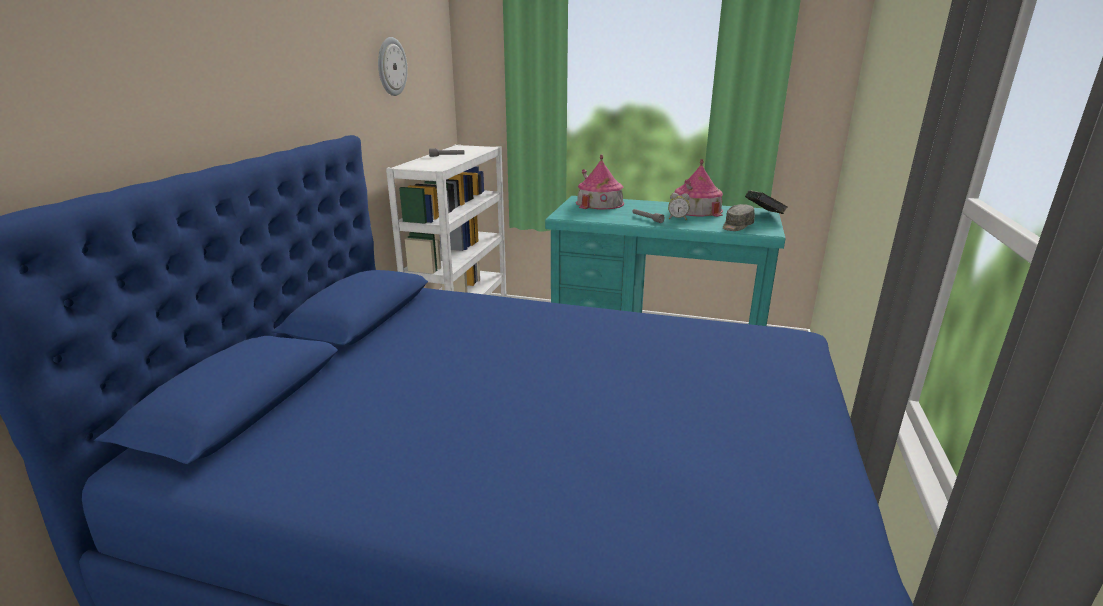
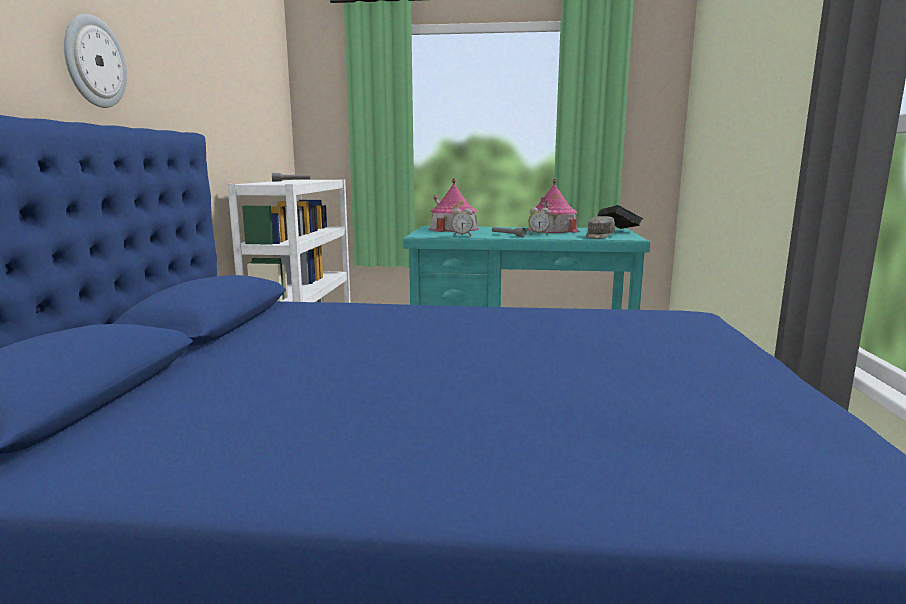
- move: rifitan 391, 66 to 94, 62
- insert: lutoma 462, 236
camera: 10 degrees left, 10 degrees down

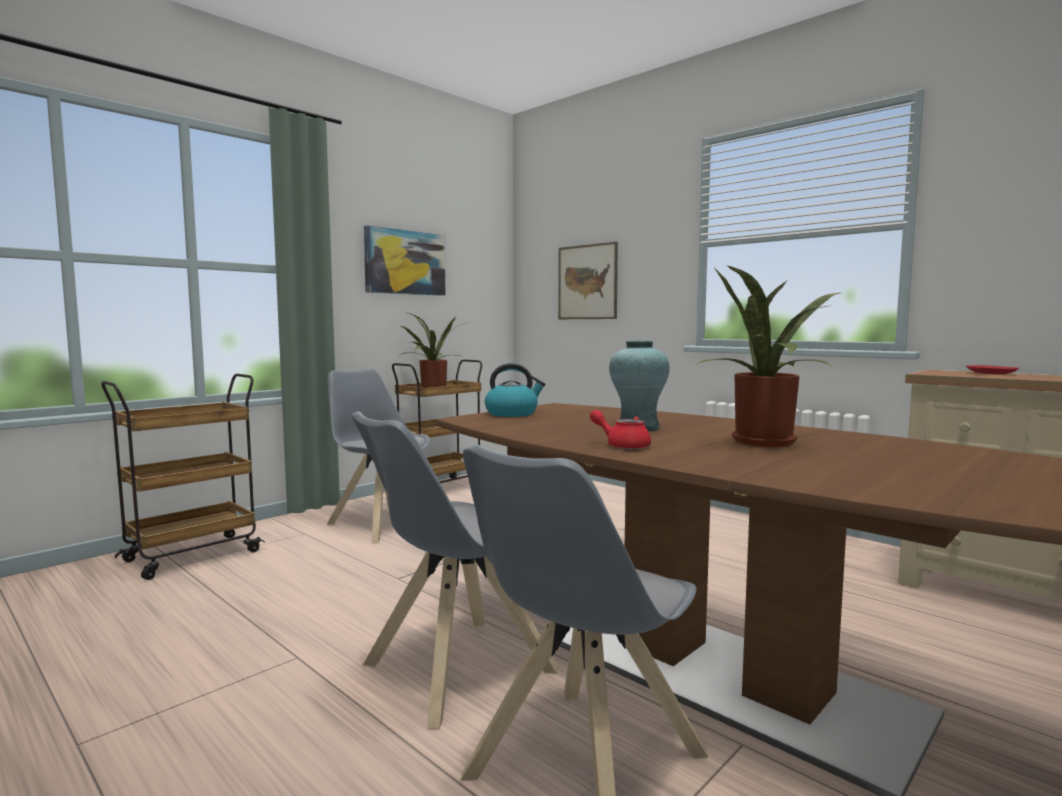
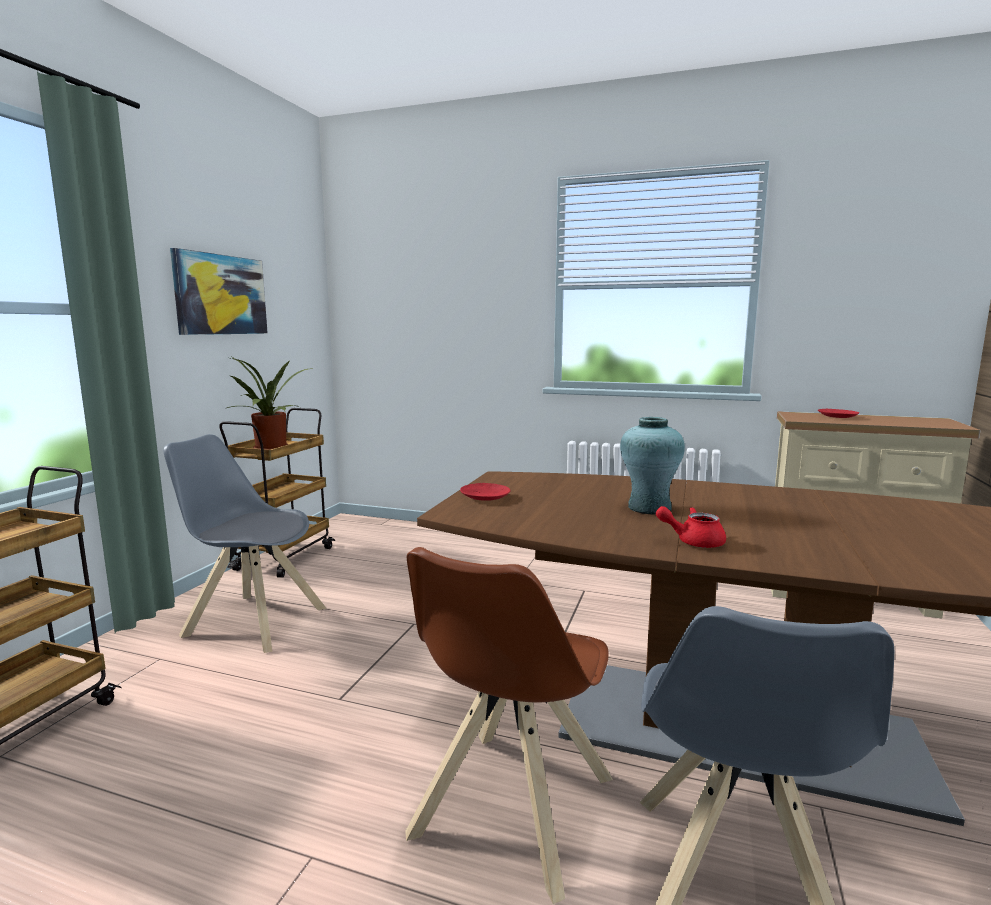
- recolor: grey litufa 454, 670 to brown litufa 511, 810
- replace: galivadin 512, 413 to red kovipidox 485, 497
- delete: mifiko 587, 282
- delete: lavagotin 768, 443
camera: 25 degrees left, 5 degrees up

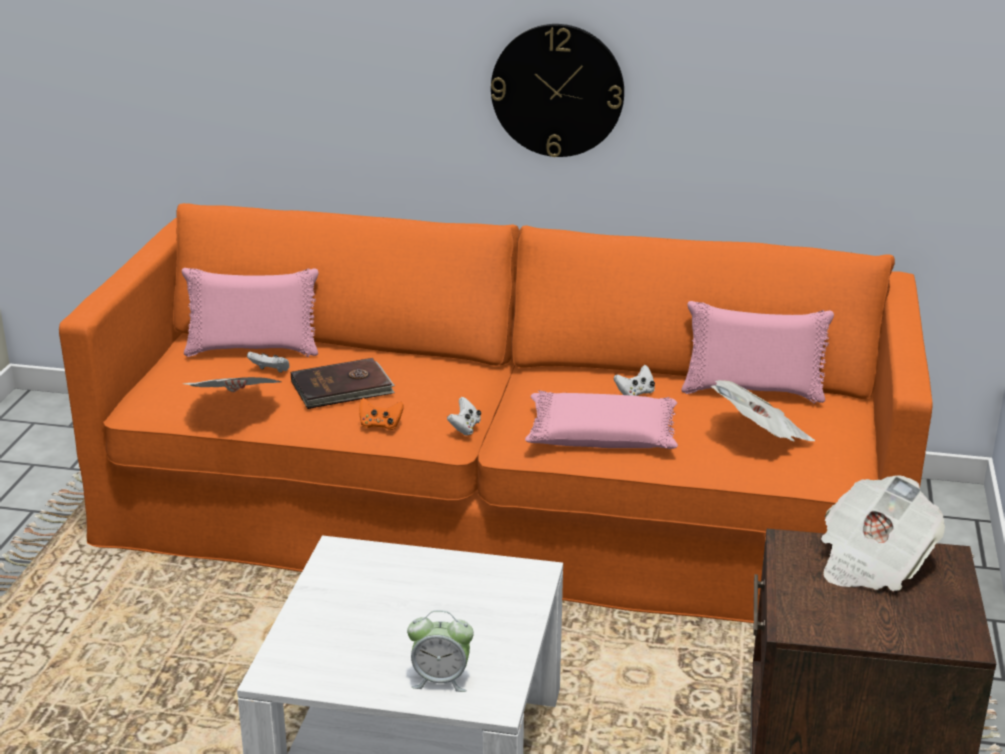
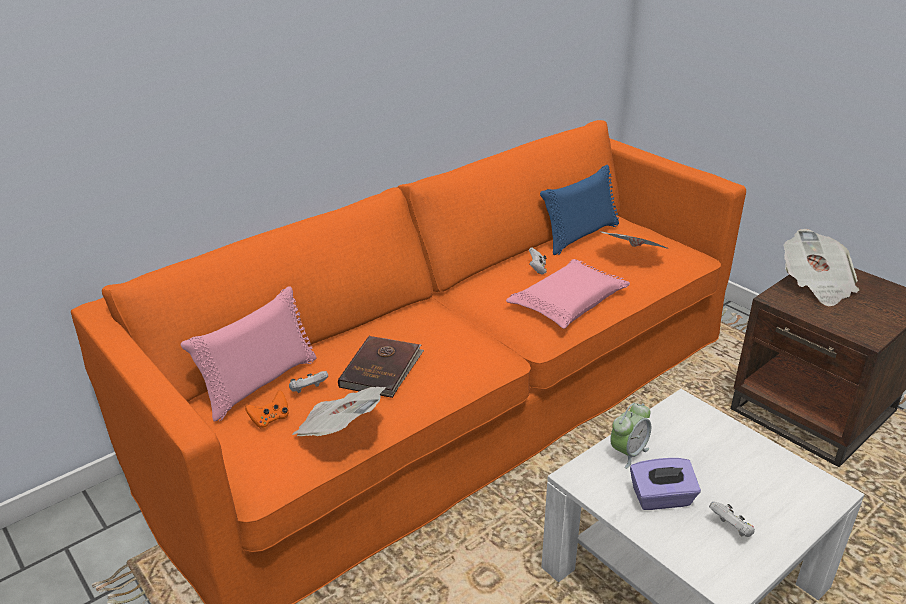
- move: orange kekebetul 380, 425 to 270, 419
- move: lutoma 441, 680 to 628, 453
- move: white kekebetul 465, 428 to 731, 529
- delete: rifitan 557, 90
- recolor: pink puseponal 752, 391 to blue puseponal 579, 236
- insert: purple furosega 661, 498
camera: 50 degrees left, 5 degrees up

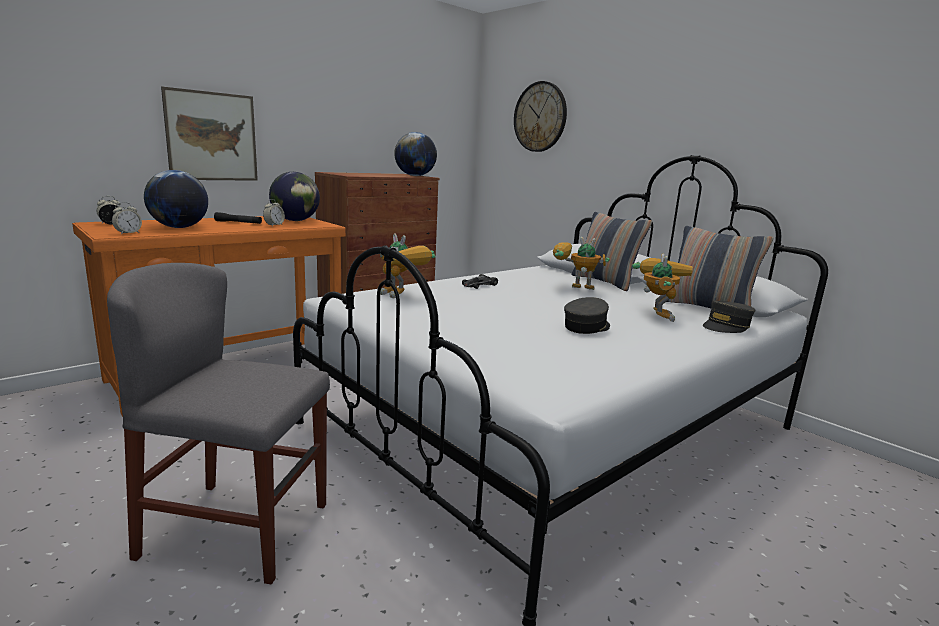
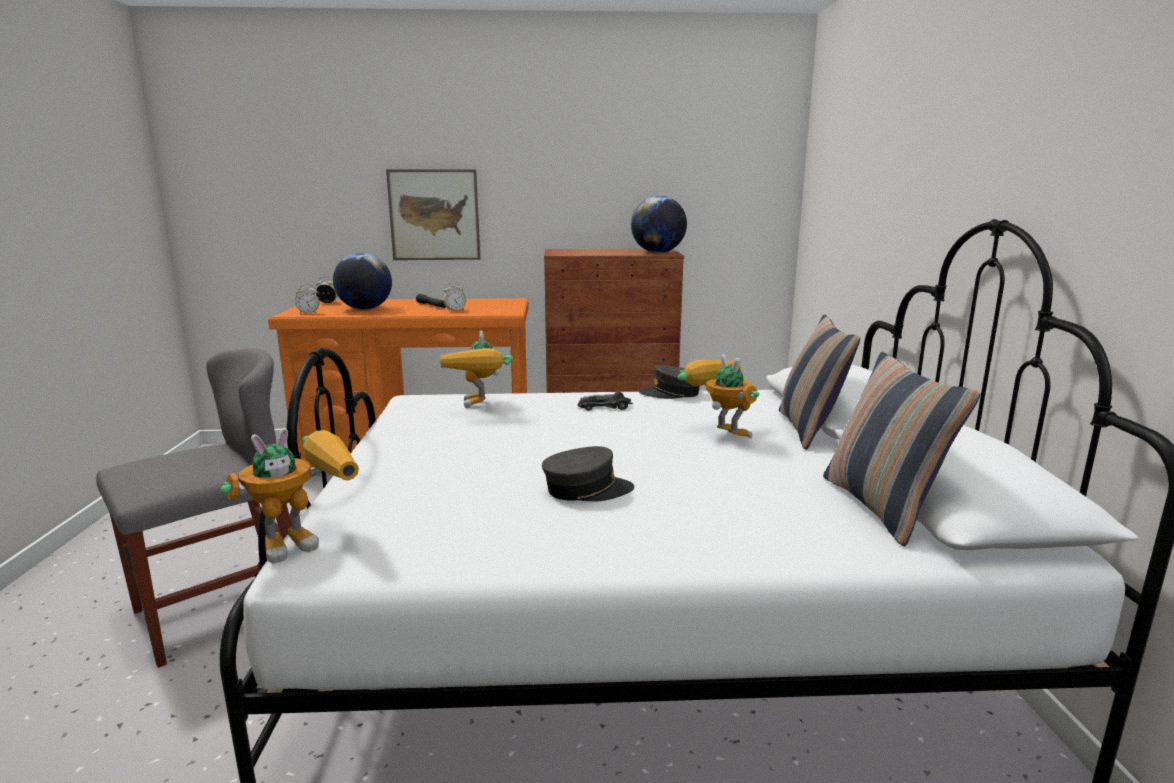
- rotate: grey litufa 237, 530 = 222, 610 90 degrees clockwise
- delete: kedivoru 295, 220
- delete: rifitan 540, 117
- move: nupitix 656, 314 to 307, 539
- move: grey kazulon 726, 326 to 671, 393
camera: 40 degrees right, 0 degrees up

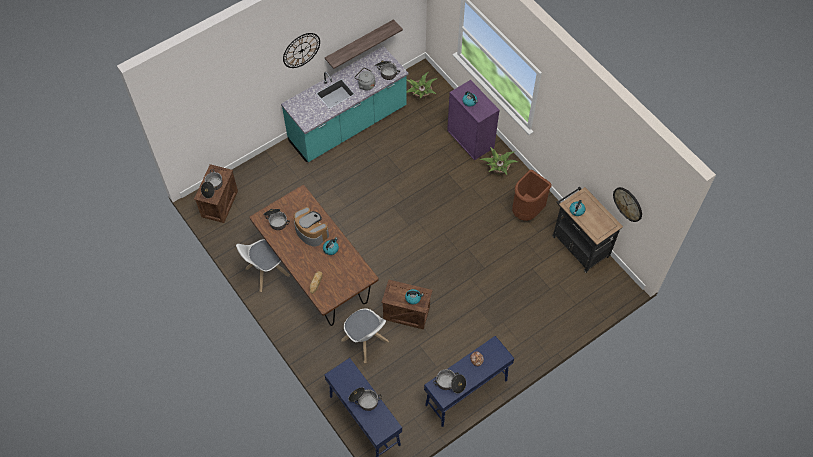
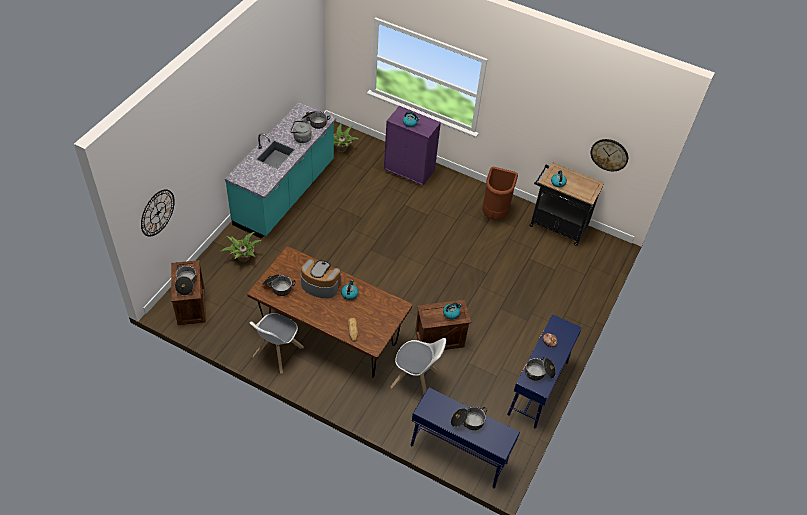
- move: rifitan 301, 50 to 157, 213
- delete: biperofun 359, 43
- move: lavagotin 497, 170 to 243, 258
camera: 30 degrees left, 10 degrees down

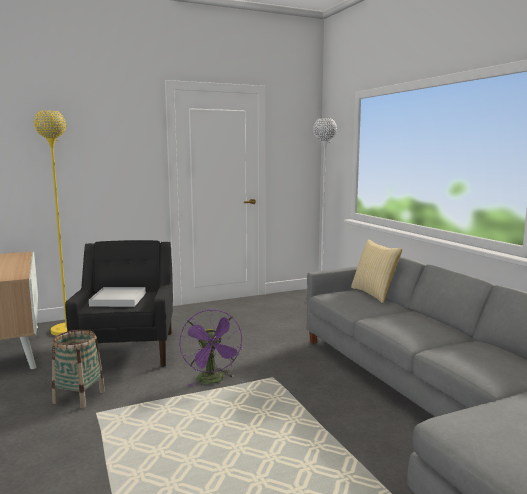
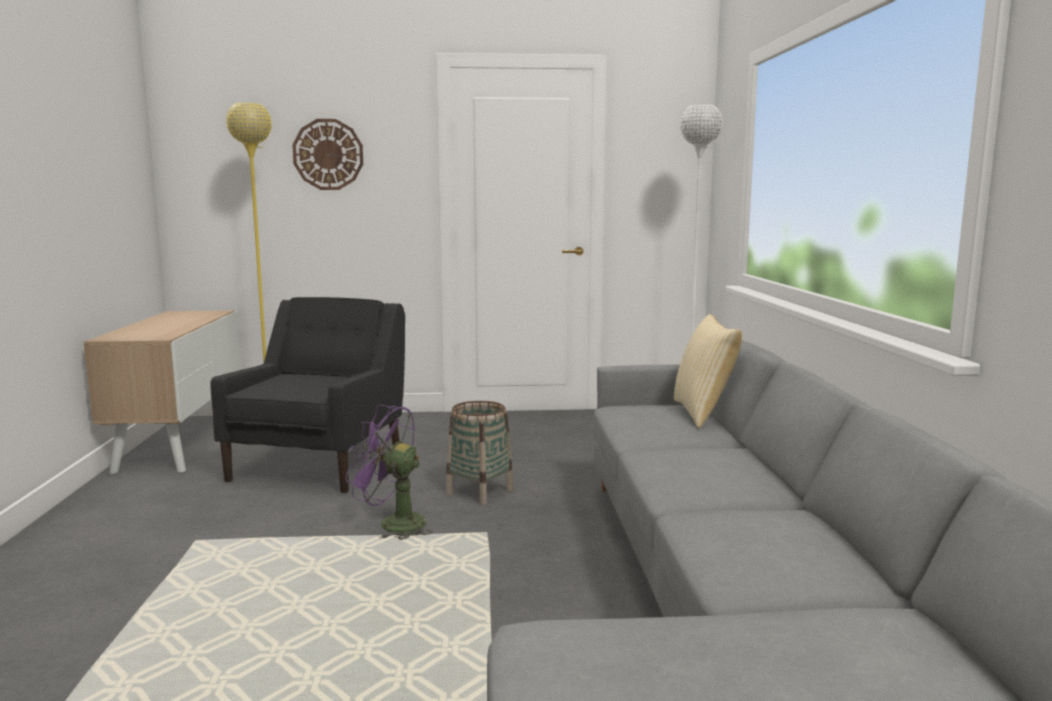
- move: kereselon 79, 397 to 480, 492
- delete: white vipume 118, 299
- rotate: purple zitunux 213, 381 = 392, 523 105 degrees clockwise
- insert: rifitan 328, 154
camera: 20 degrees right, 0 degrees up

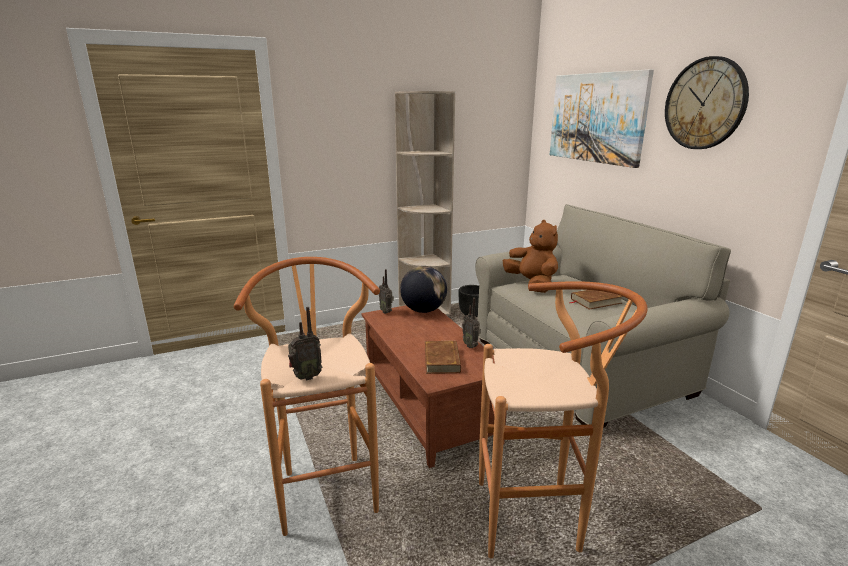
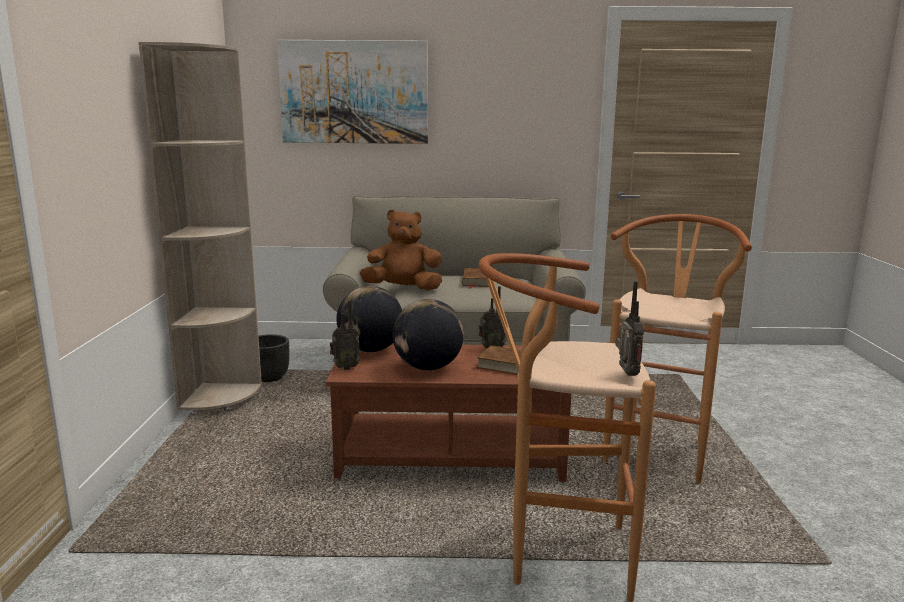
- delete: rifitan 705, 104
- insert: kedivoru 428, 367
camera: 65 degrees left, 5 degrees down

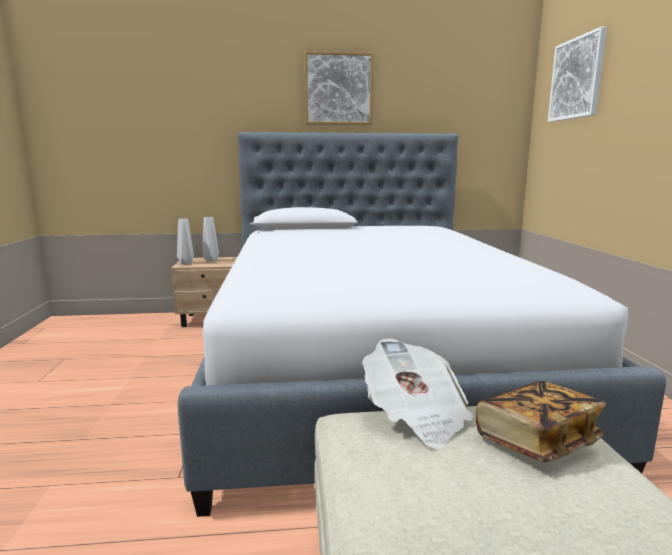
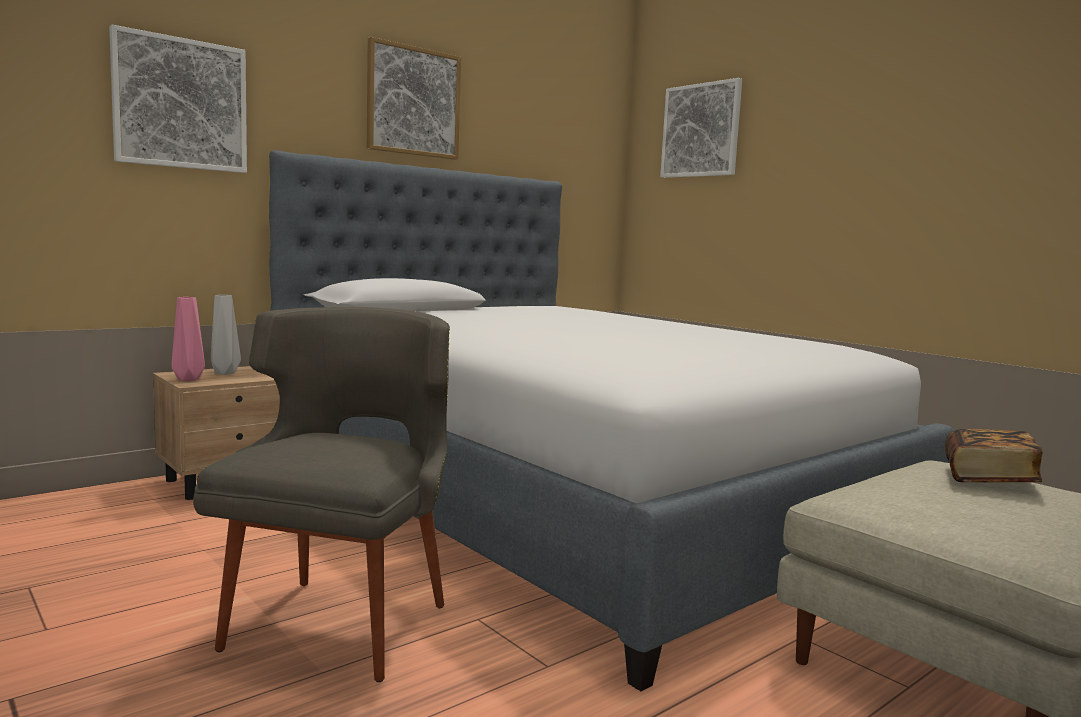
- recolor: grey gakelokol 185, 263 to pink gakelokol 188, 379
- delete: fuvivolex 415, 416
- insert: mifiko 180, 104
- insert: grey litufa 336, 628
camera: 35 degrees left, 5 degrees down

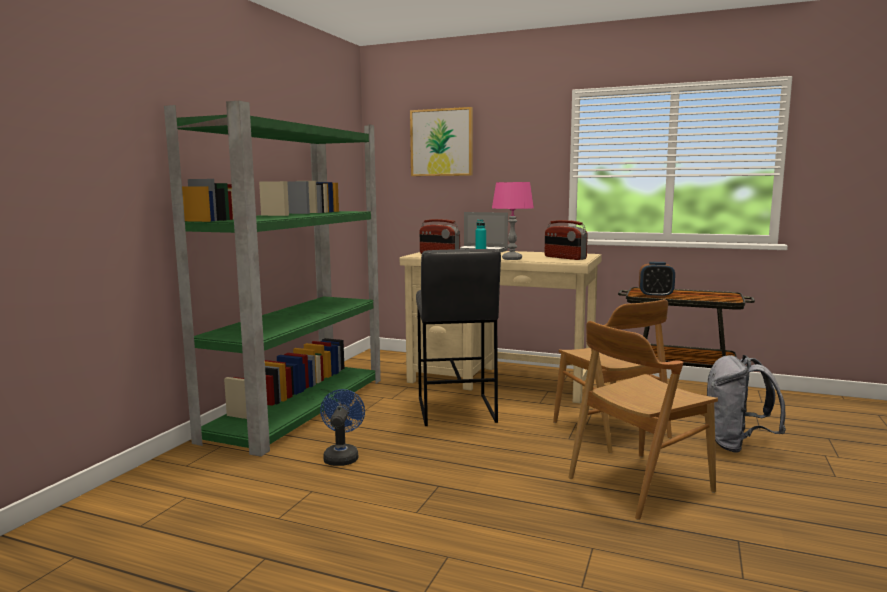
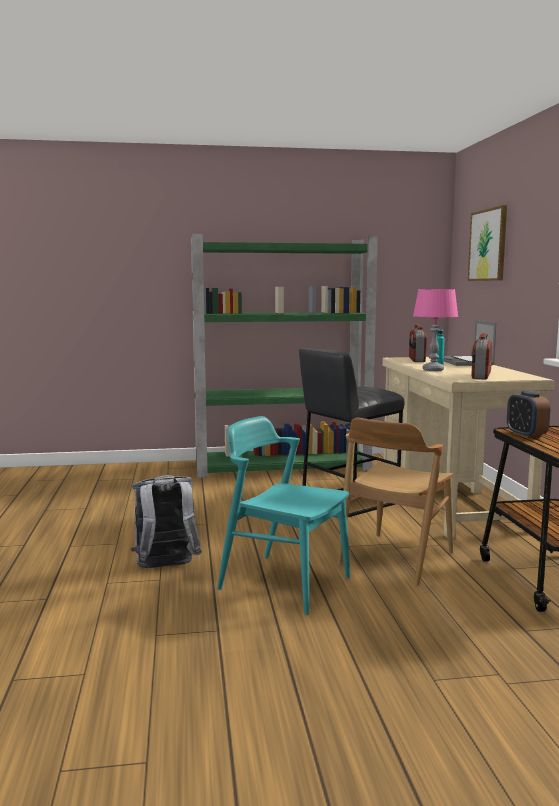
- delete: blue zitunux 342, 456
- recolor: brown litufa 639, 484 to turquoise litufa 284, 583
- move: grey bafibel 736, 445 to 166, 568
camera: 60 degrees right, 0 degrees up

